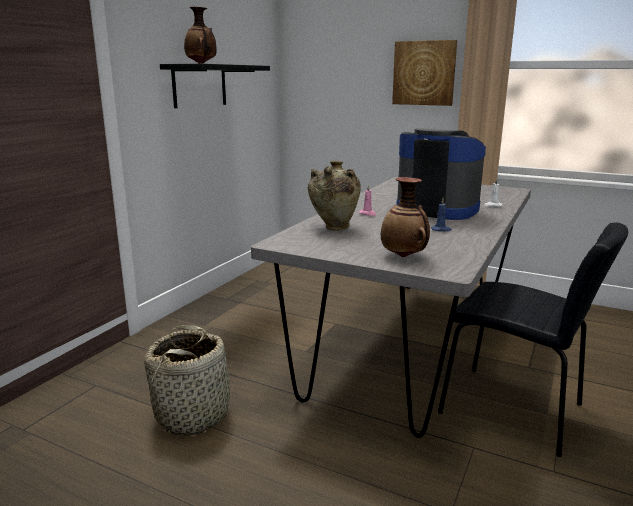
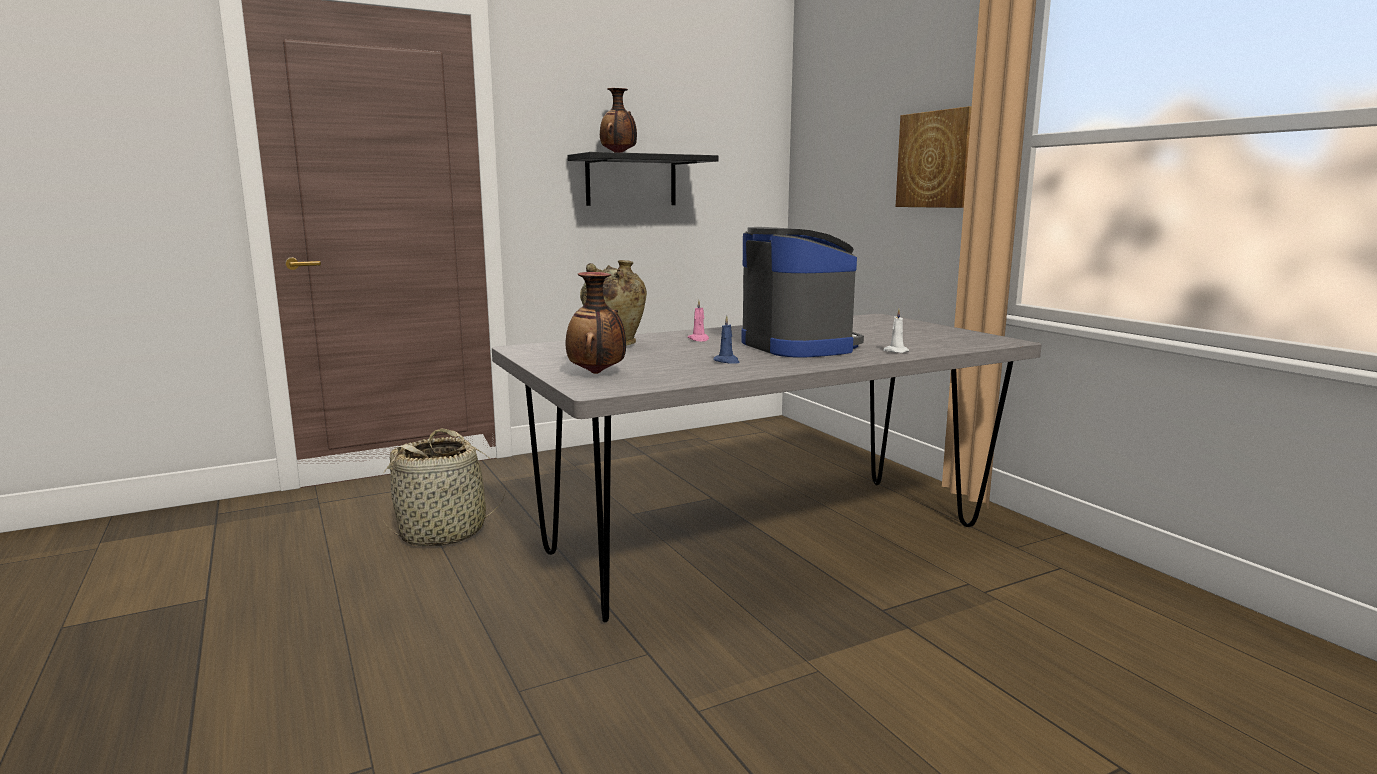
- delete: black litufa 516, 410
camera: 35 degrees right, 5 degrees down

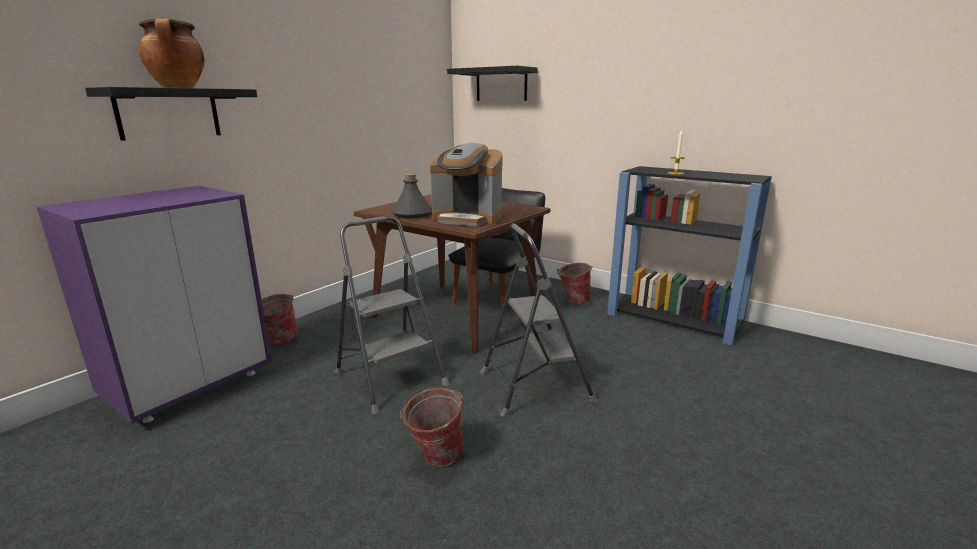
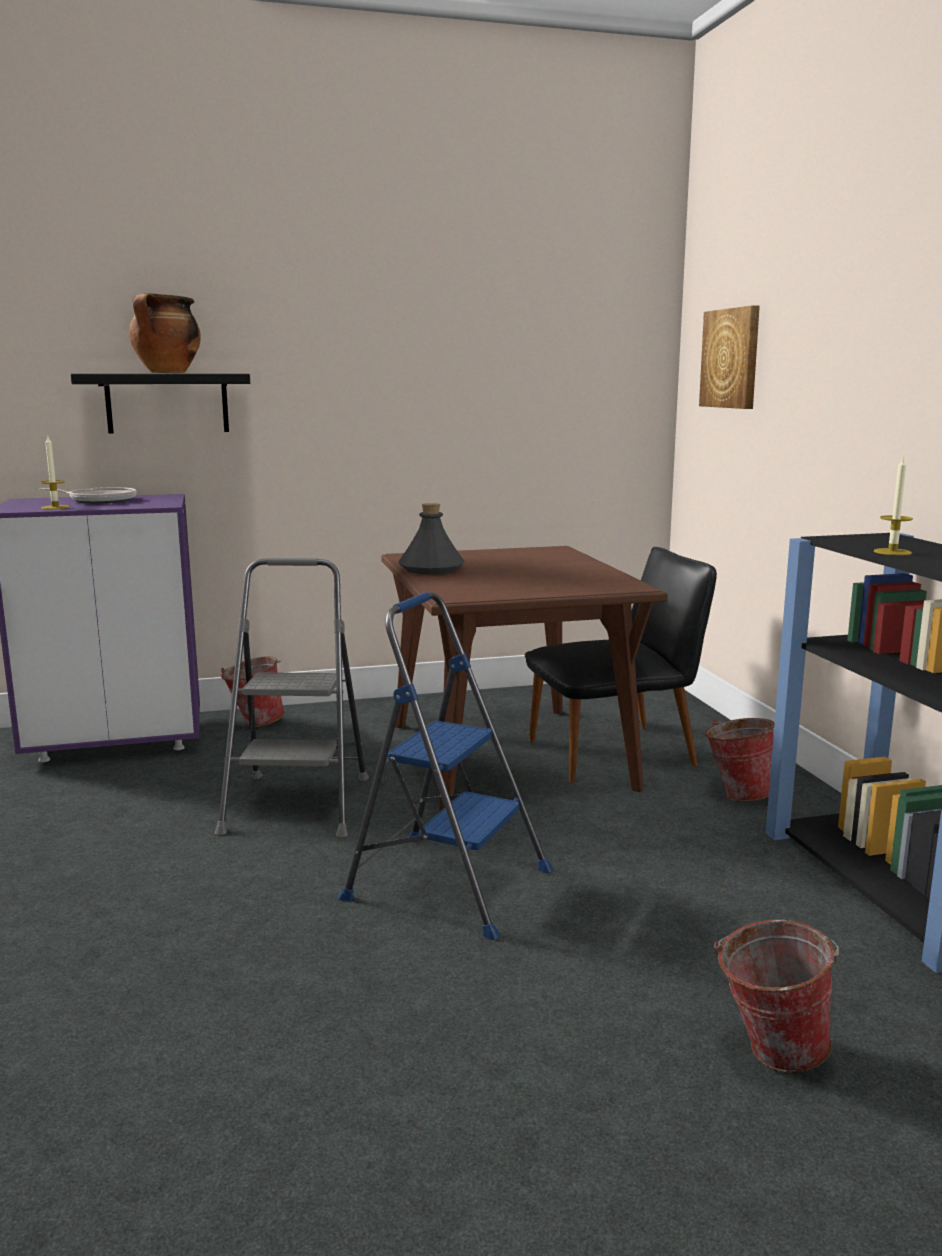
- move: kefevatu 434, 458 to 768, 1051
- delete: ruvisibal 467, 219
- replace: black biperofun 501, 84 to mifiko 731, 358
- recolor: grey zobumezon 532, 385 to blue zobumezon 443, 881
- insert: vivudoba 99, 500
- insert: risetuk 55, 507
camera: 40 degrees right, 5 degrees down

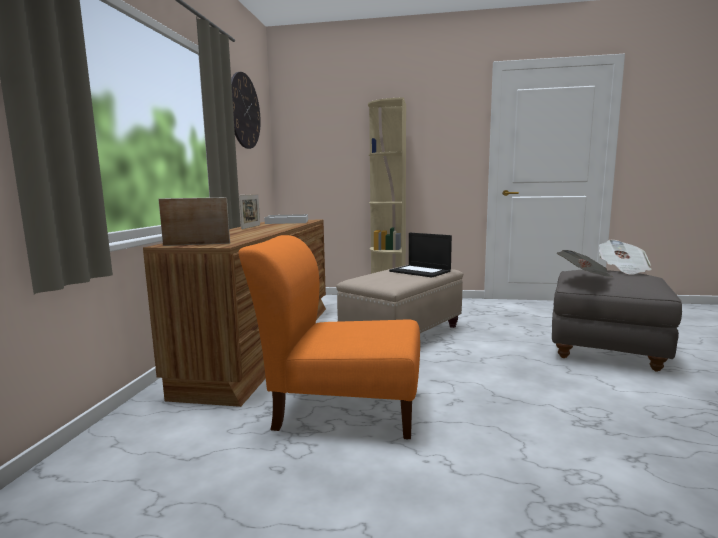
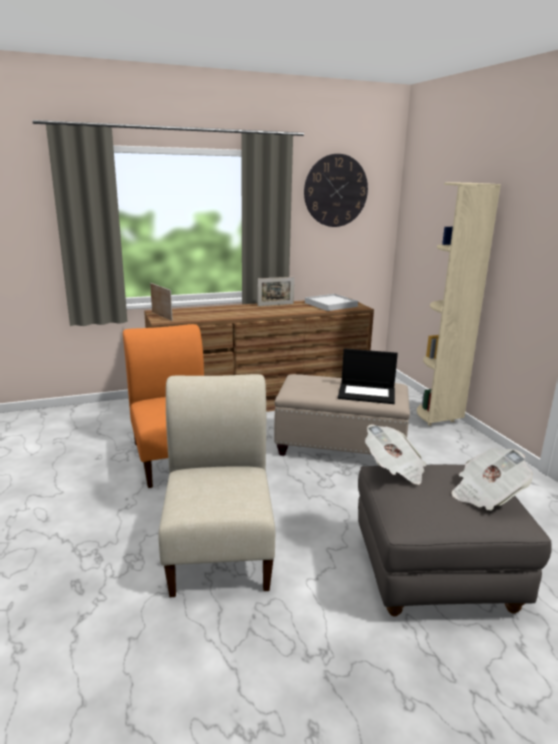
- rotate: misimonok 421, 271 = 367, 393 90 degrees counterclockwise
- insert: beige litufa 220, 546
camera: 60 degrees right, 10 degrees up

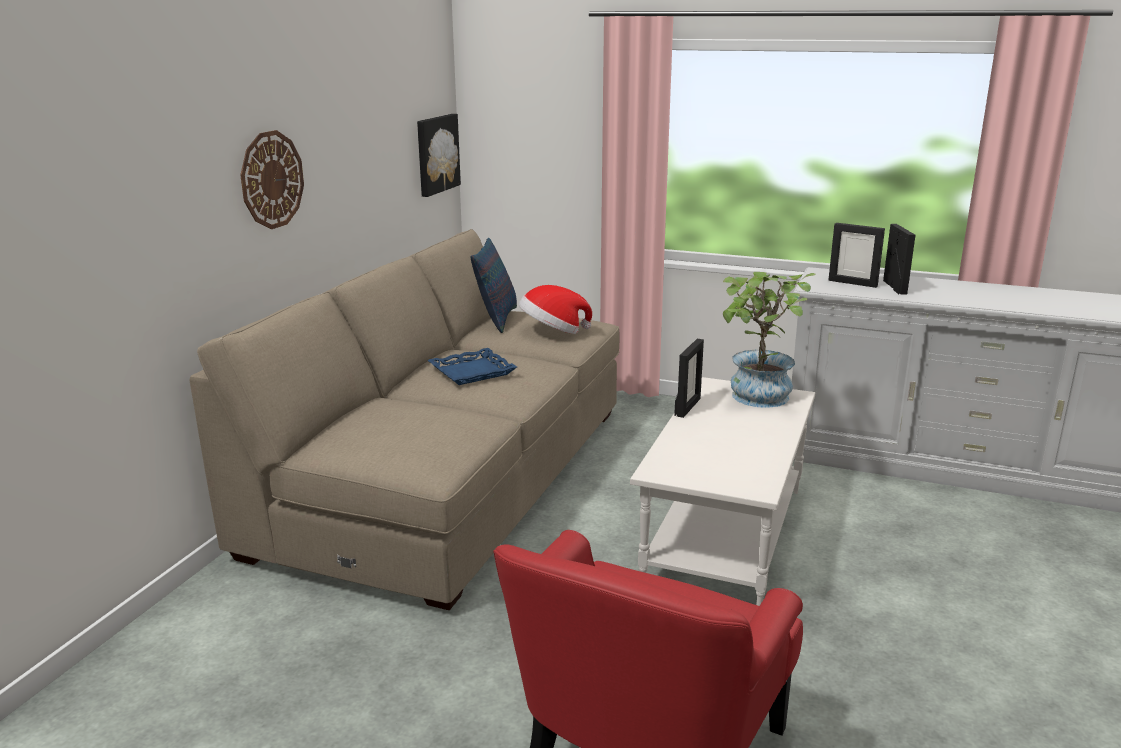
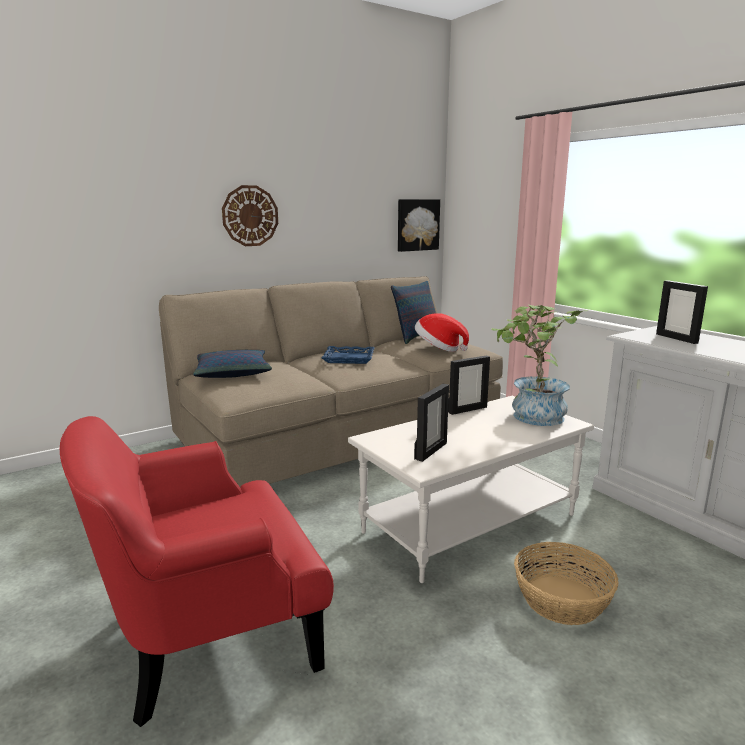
- move: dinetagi 893, 287 to 430, 451
- insert: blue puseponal 232, 373
- insert: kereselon 562, 600
camera: 35 degrees right, 5 degrees down

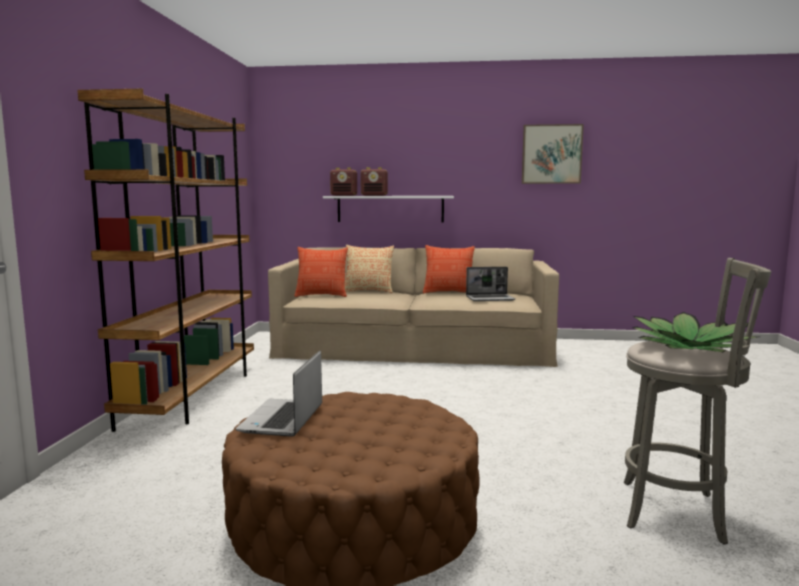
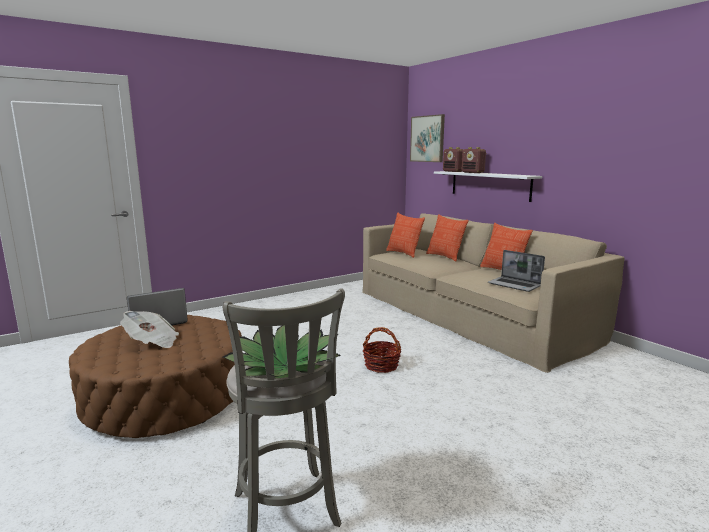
- delete: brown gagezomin 193, 396
- recolor: beige puseponal 368, 292 to orange puseponal 445, 257
- move: mifiko 551, 154 to 427, 139
- insert: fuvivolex 152, 342
- insert: kereselon 381, 365
camera: 50 degrees right, 5 degrees up

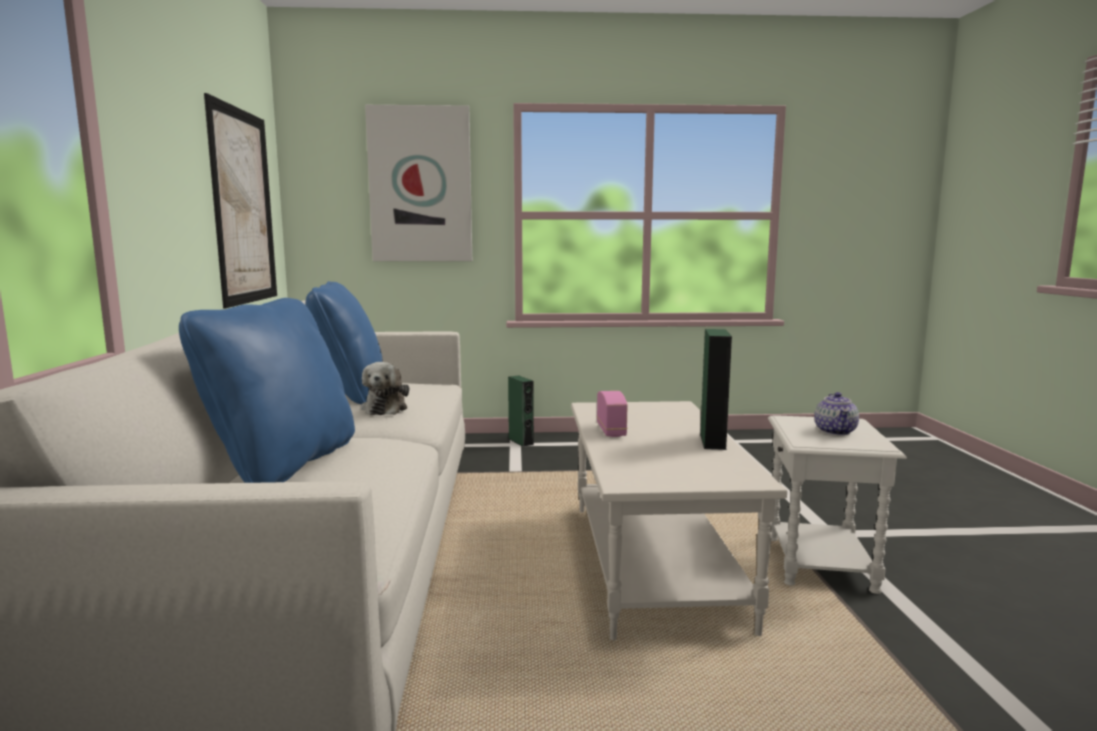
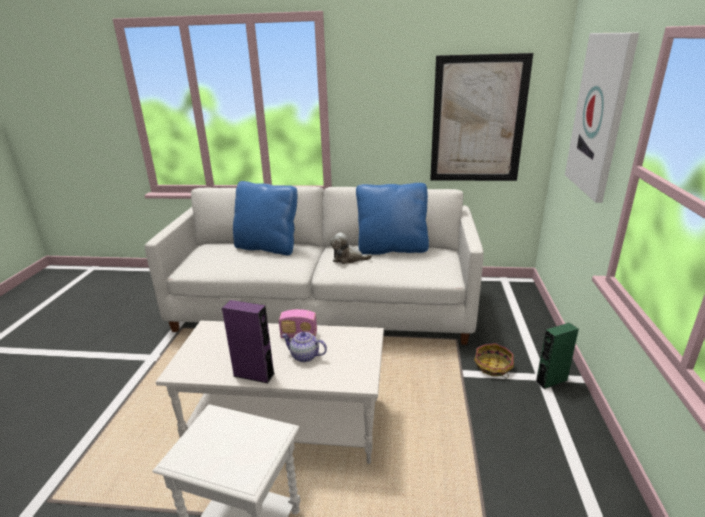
- recolor: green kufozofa 712, 441 to purple kufozofa 254, 374
- move: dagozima 836, 431 to 304, 356
- insert: kereselon 493, 367
camera: 100 degrees right, 15 degrees up

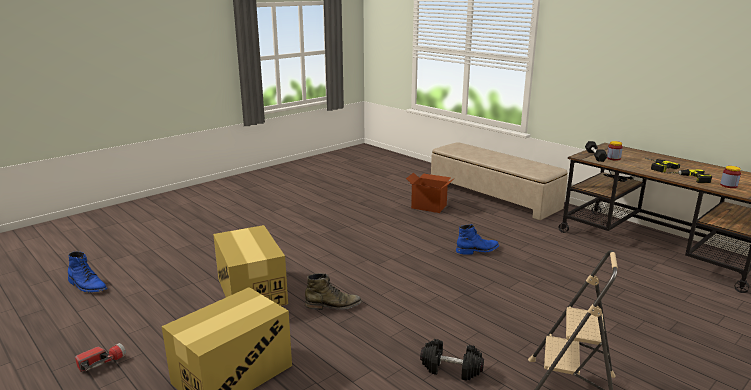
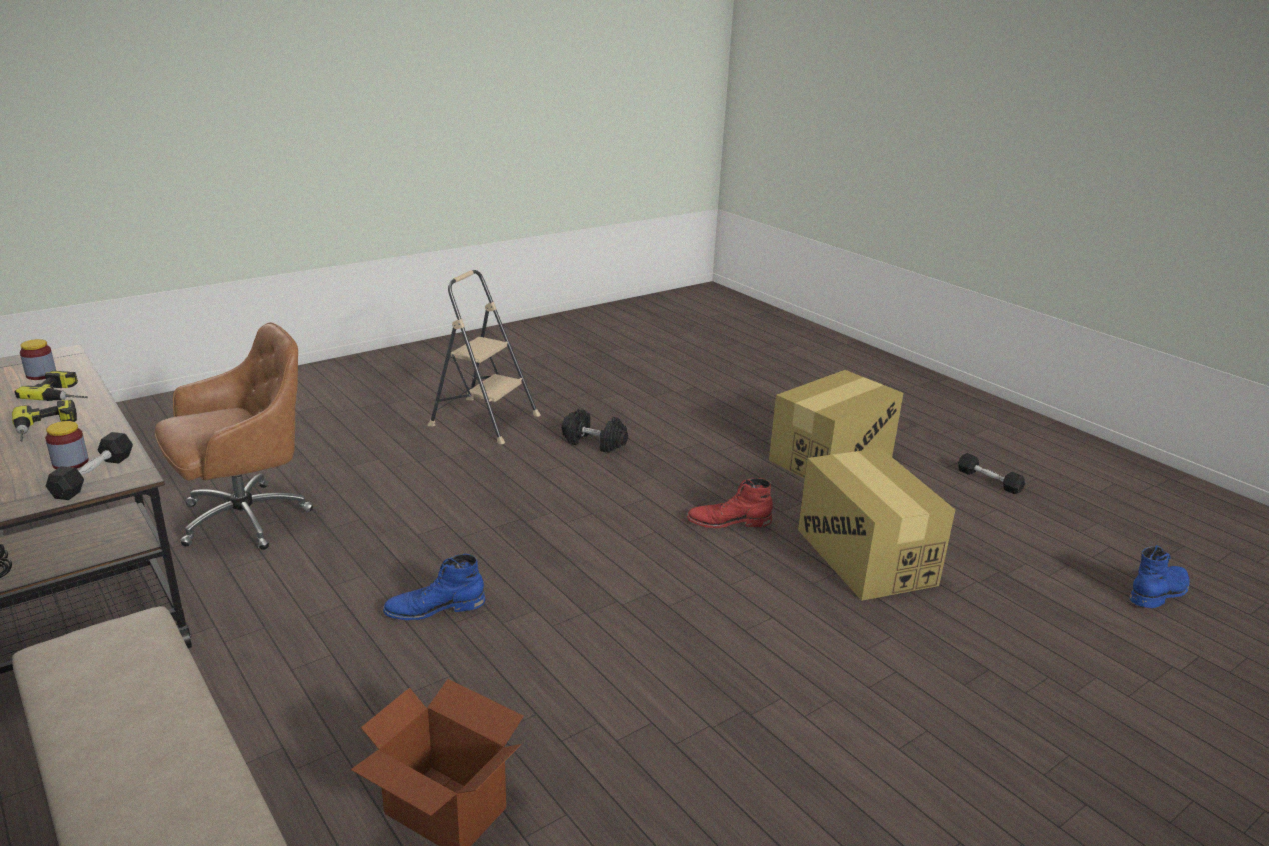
- rotate: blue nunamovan 87, 286 = 1159, 592 105 degrees clockwise
- replace: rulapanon 102, 363 to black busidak 988, 481
- recolor: green nunamovan 333, 305 to red nunamovan 728, 521
- insert: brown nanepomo 245, 519
camera: 175 degrees left, 5 degrees up

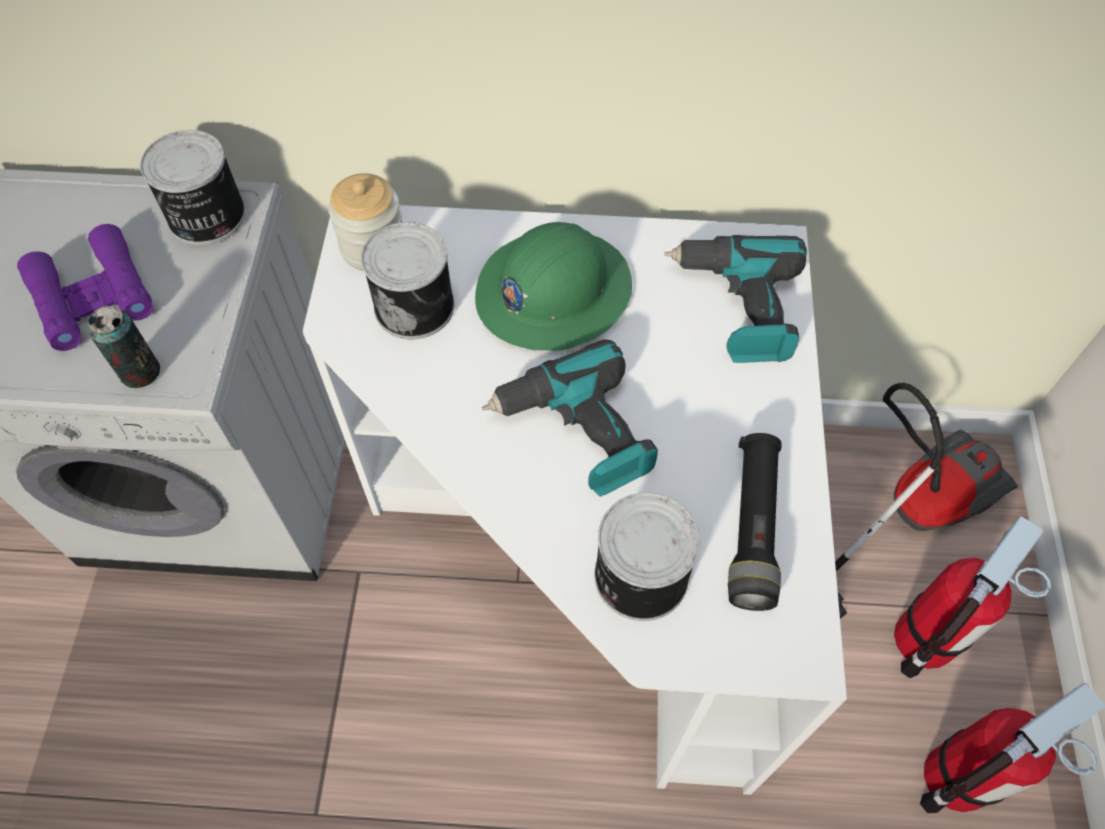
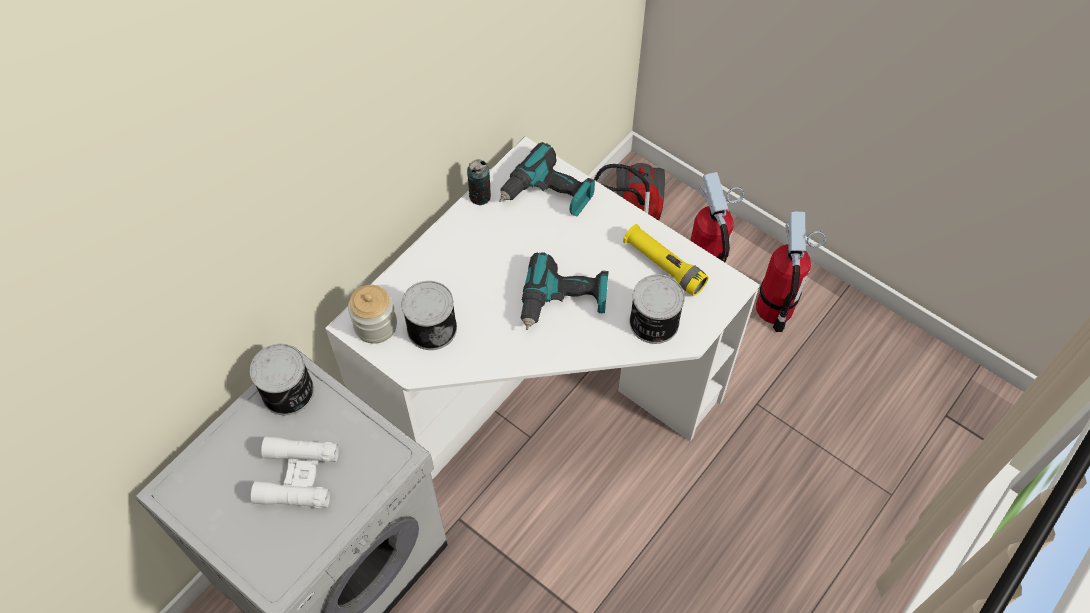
- recolor: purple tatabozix 92, 296 to white tatabozix 297, 476
- move: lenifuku 140, 372 to 480, 196
- delete: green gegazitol 552, 291
- recolor: black rulapanon 753, 528 to yellow rulapanon 664, 266
camera: 55 degrees left, 0 degrees up

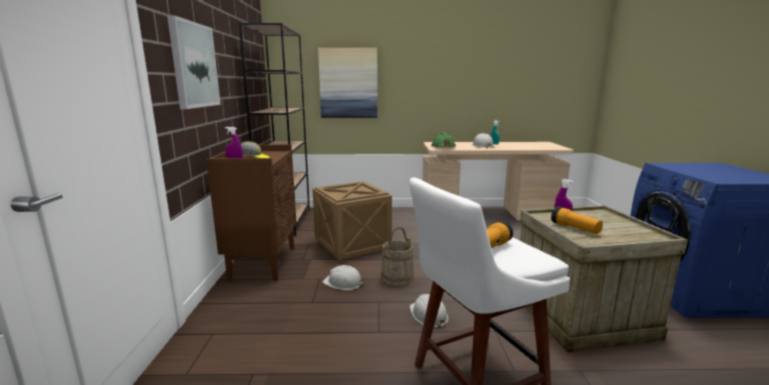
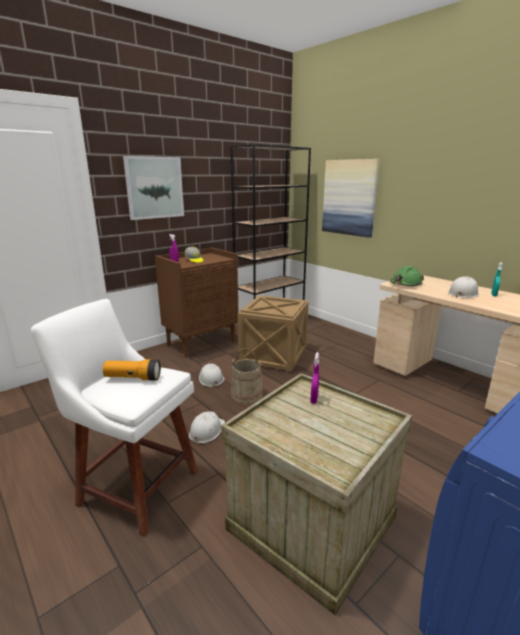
- delete: rulapanon 575, 228
camera: 50 degrees right, 5 degrees up

